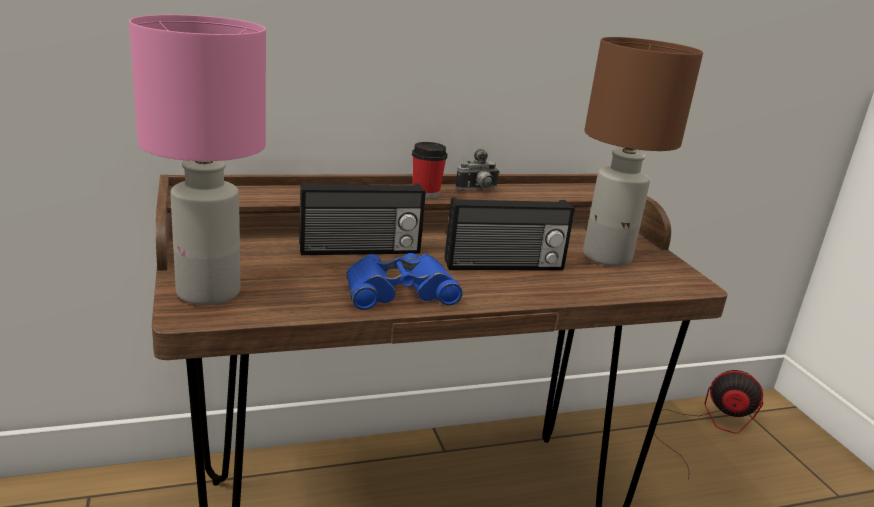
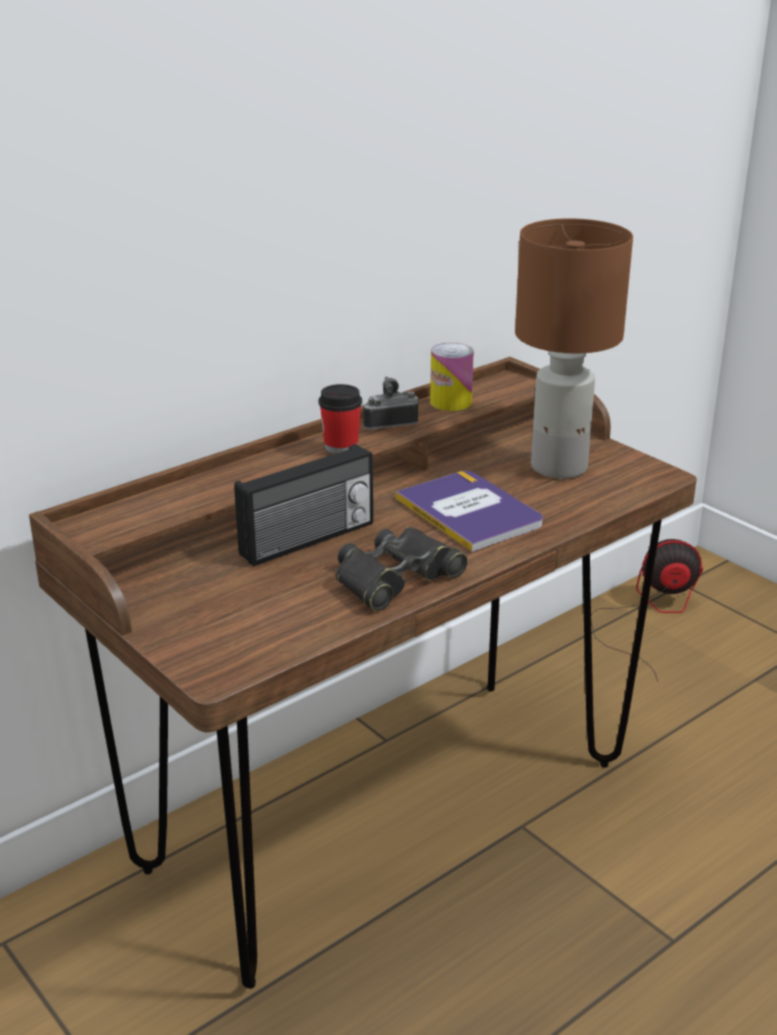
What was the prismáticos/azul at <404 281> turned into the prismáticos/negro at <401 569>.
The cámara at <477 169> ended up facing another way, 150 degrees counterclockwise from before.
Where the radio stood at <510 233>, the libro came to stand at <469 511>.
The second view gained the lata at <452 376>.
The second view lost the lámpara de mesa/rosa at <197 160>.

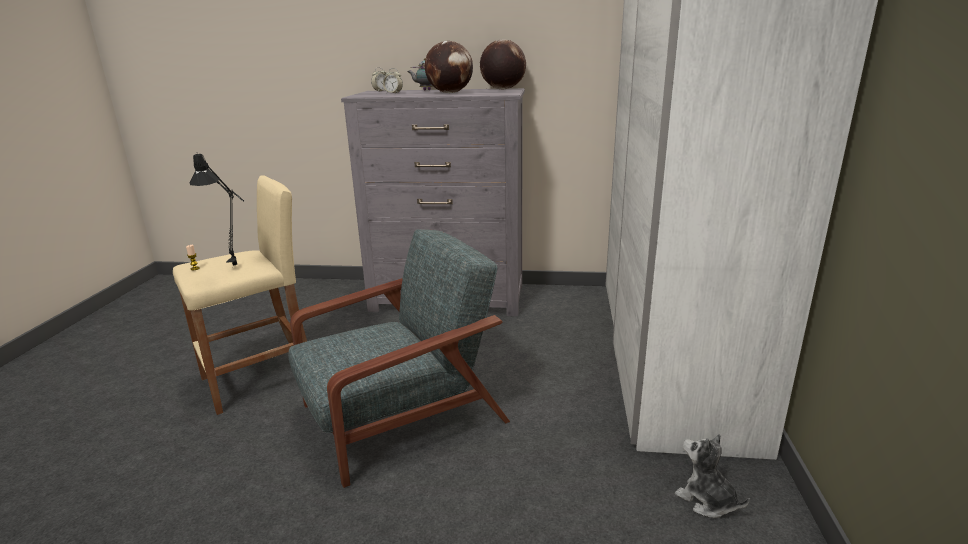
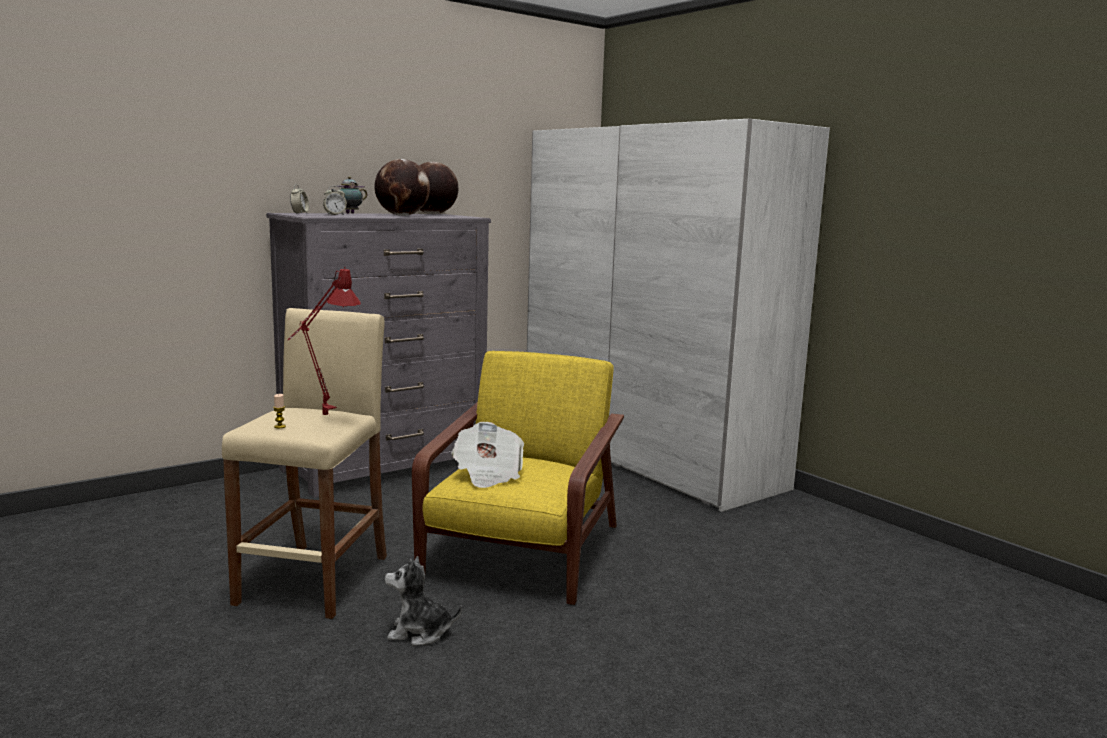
What was the lámpara de mesa/negro at <216 209> turned into the lámpara de mesa/rojo at <324 341>.
The peluche ended up elsewhere, having gone from <712 476> to <423 601>.
What was the sillón/gris at <399 358> turned into the sillón/amarillo at <518 478>.
The second view gained the periódico at <488 455>.

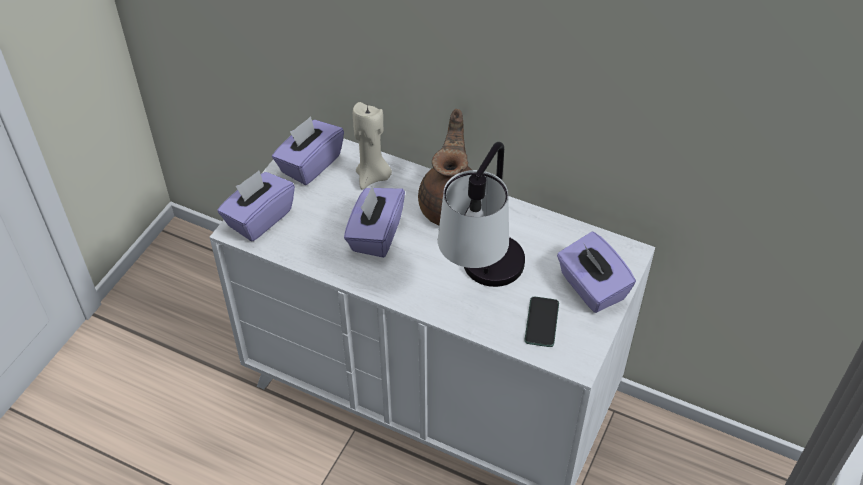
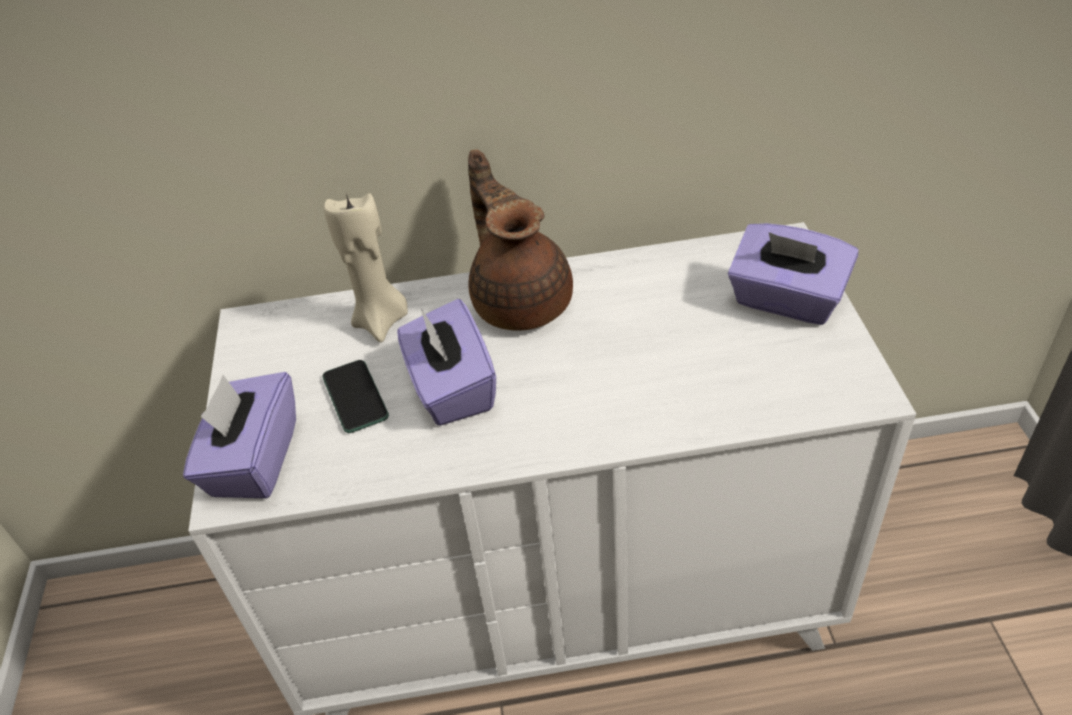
The móvil ended up elsewhere, having gone from <541 322> to <355 396>.
The second view lost the caja de pañuelos/morado at <308 150>.
The second view lost the lámpara de mesa at <481 214>.

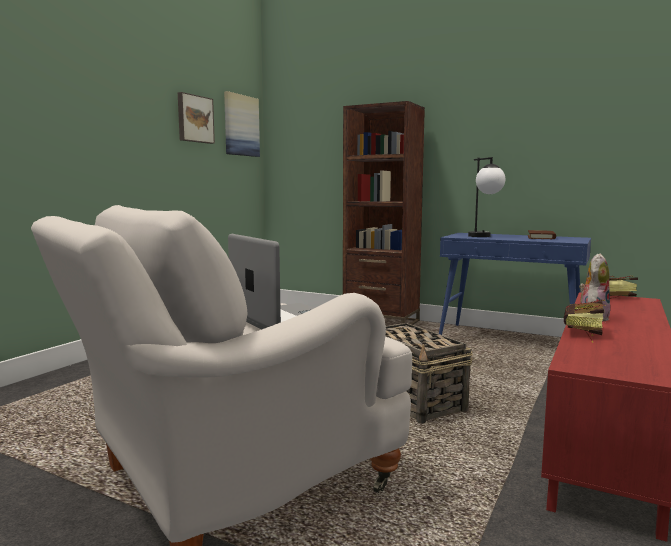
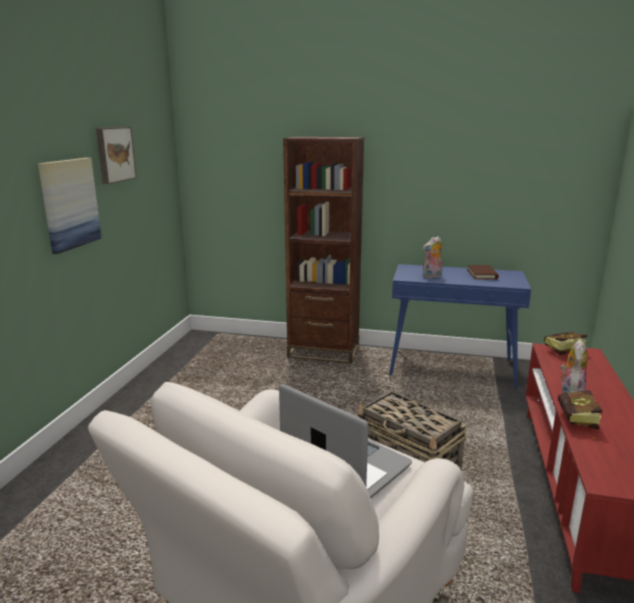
The cuadro ended up elsewhere, having gone from <242 124> to <70 206>.
Where the lámpara de mesa stood at <486 197>, the peluche came to stand at <432 257>.

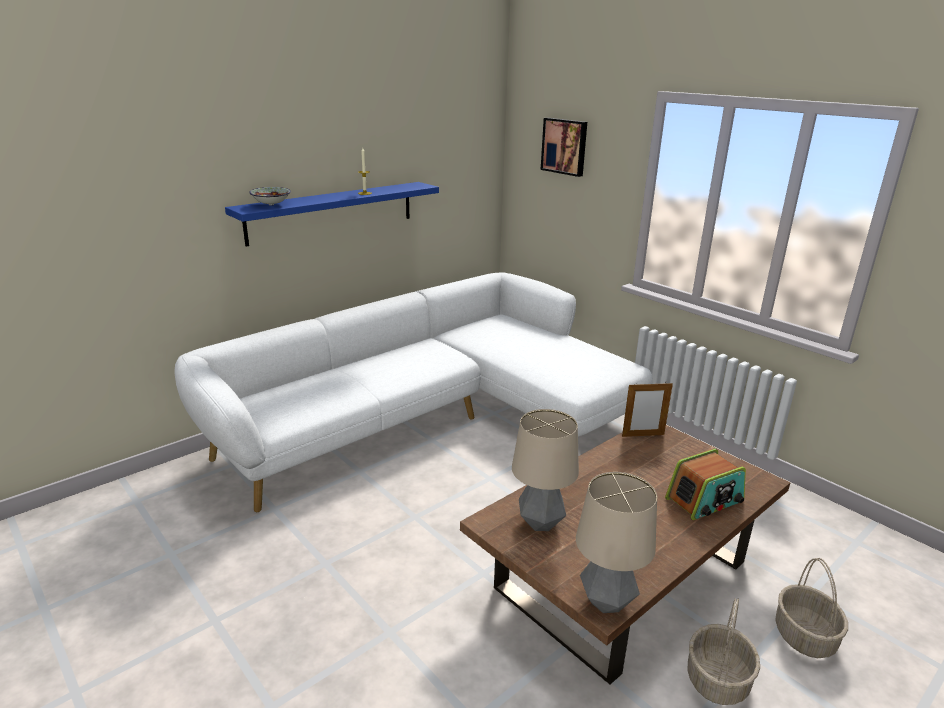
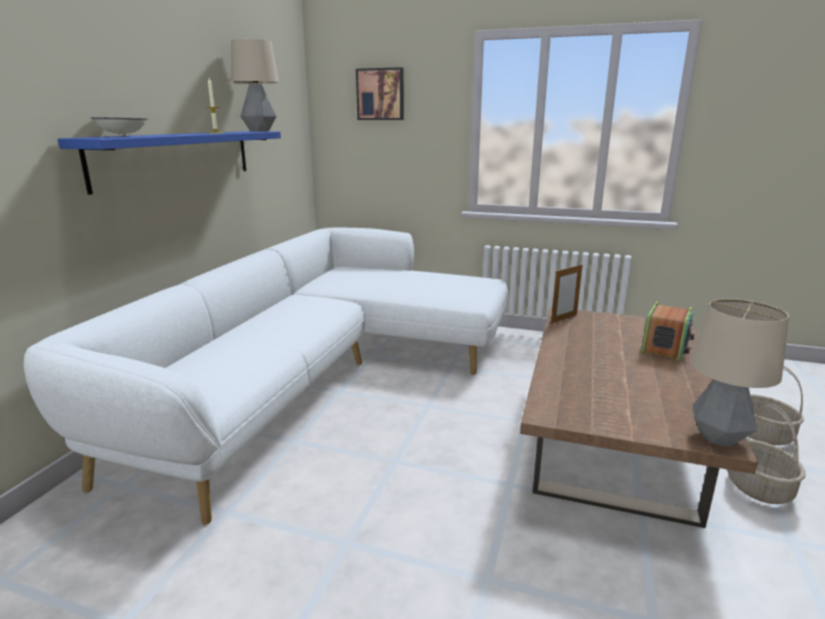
The lámpara de mesa ended up elsewhere, having gone from <545 470> to <255 85>.

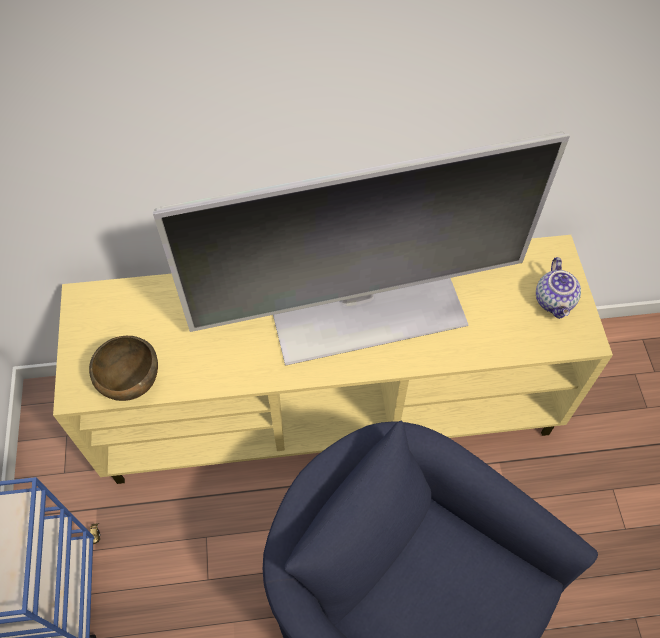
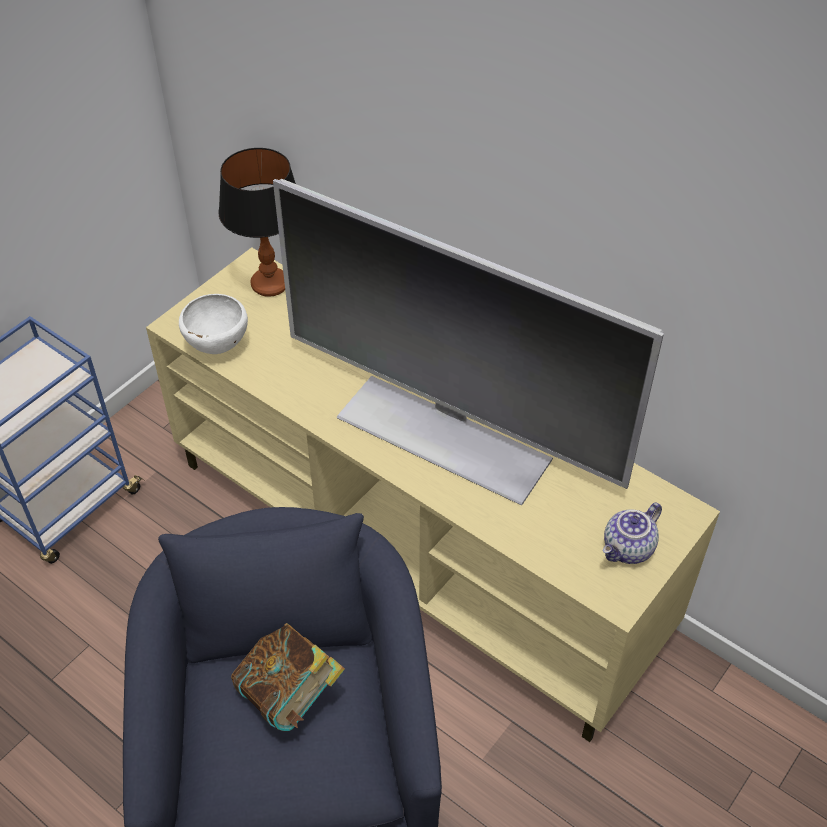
What was the cuenco/marrón at <123 368> turned into the cuenco/blanco at <213 324>.
The second view gained the lámpara de mesa at <257 222>.
The second view gained the libro at <288 677>.

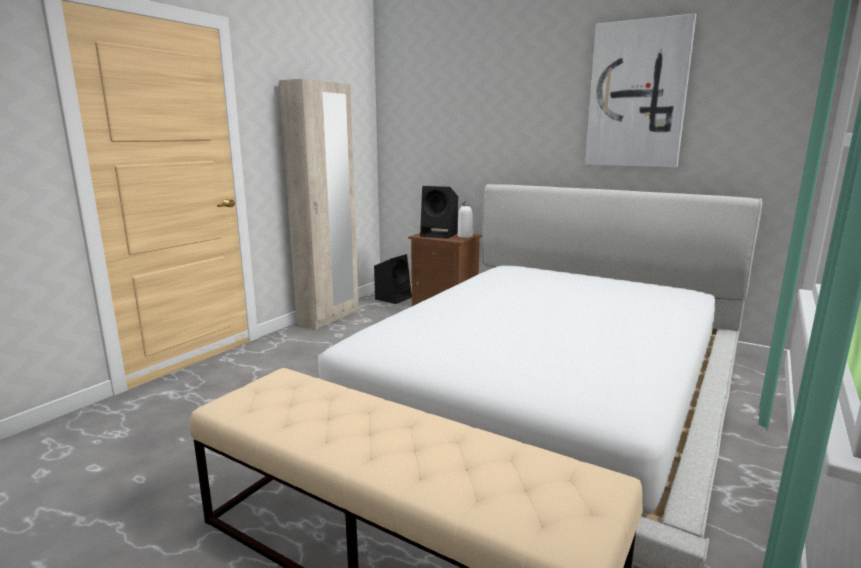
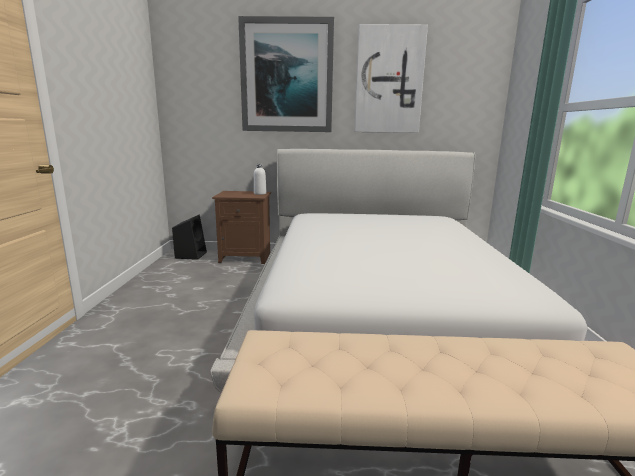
The second view gained the cuadro at <286 74>.
The second view lost the armario ropero/beis at <319 204>.
The second view lost the altavoz/negro at <439 212>.

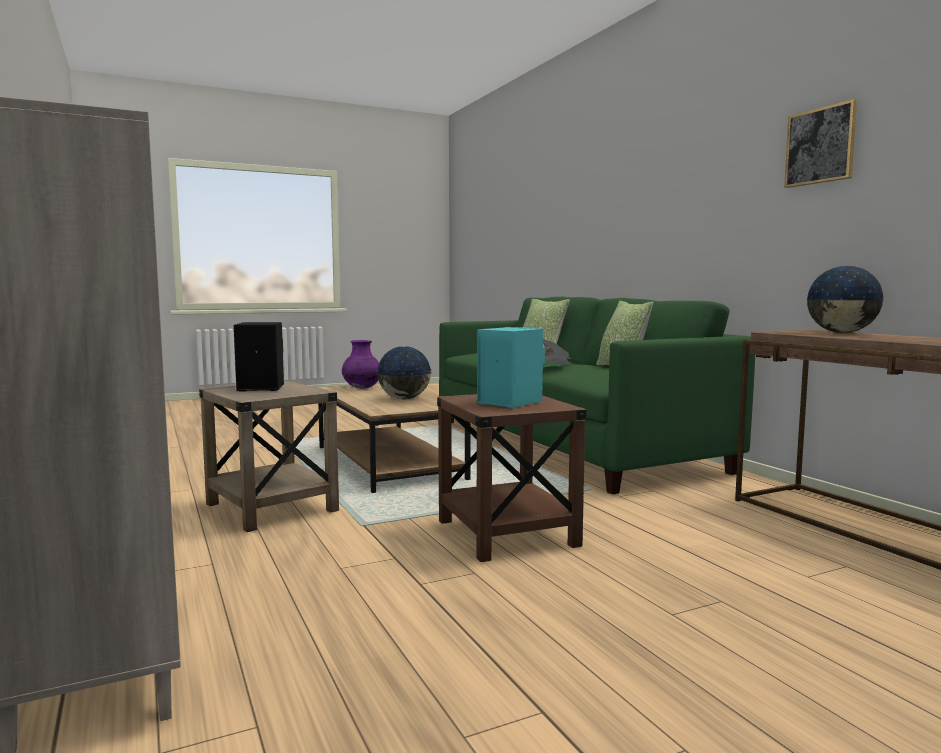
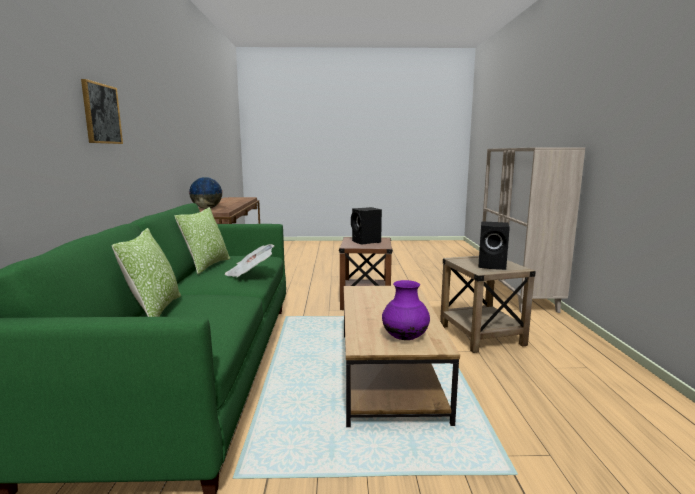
The cuadro ended up elsewhere, having gone from <820 143> to <102 111>.
What was the altavoz/turquesa at <511 367> turned into the altavoz/negro at <366 226>.
The second view lost the globo terráqueo at <404 372>.

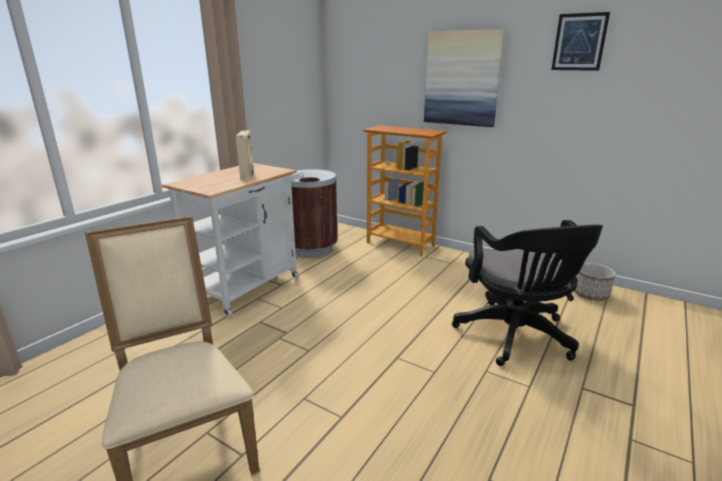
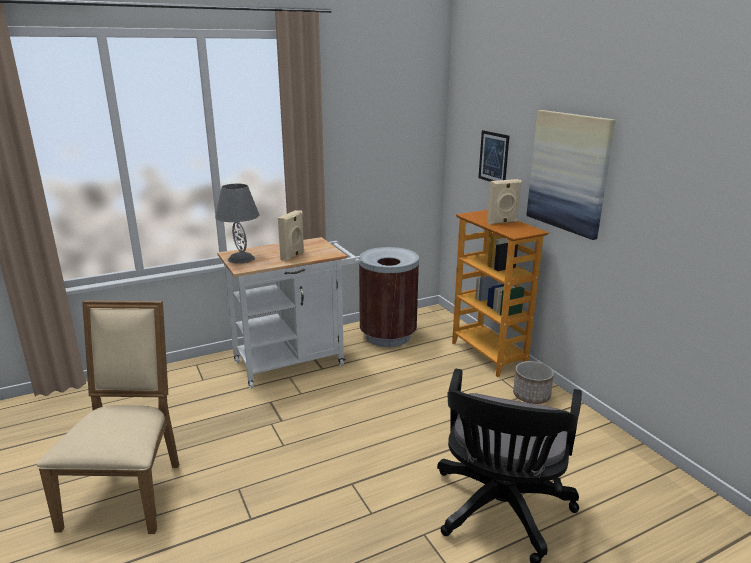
The second view gained the lámpara de mesa/gris at <237 224>.
The cuadro ended up elsewhere, having gone from <580 41> to <493 156>.
The second view gained the altavoz/beis at <504 202>.
The maceta ended up elsewhere, having gone from <595 282> to <533 382>.

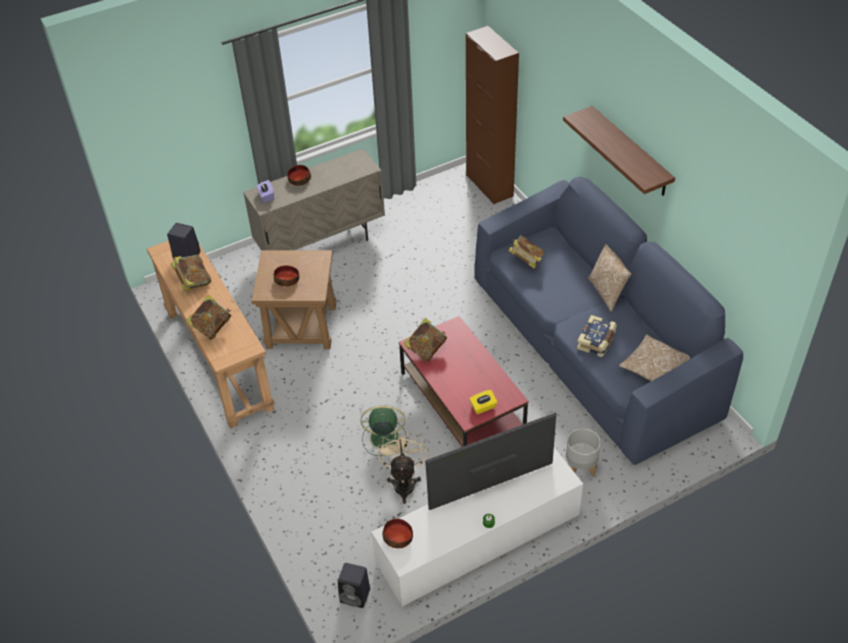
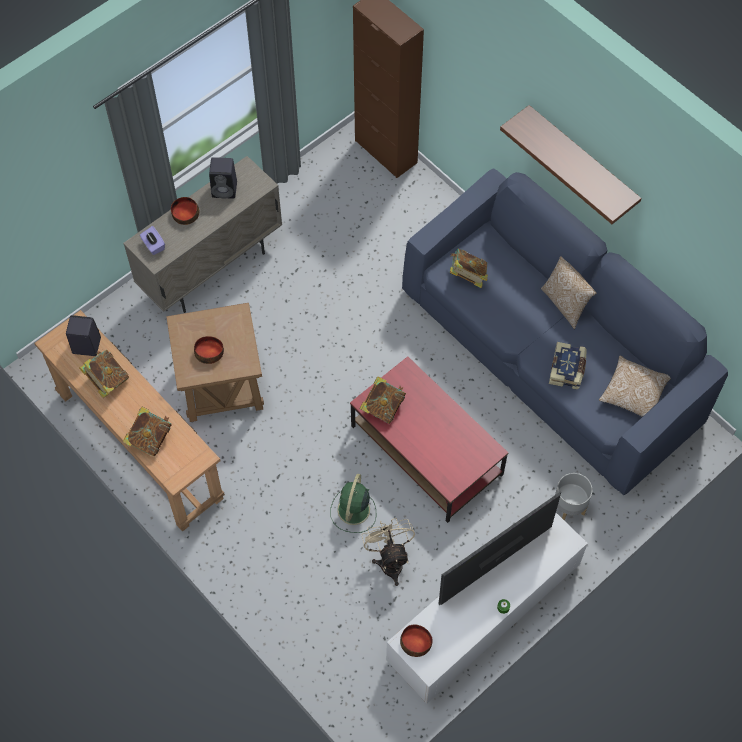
The altavoz/negro ended up elsewhere, having gone from <354 585> to <223 178>.
The ventilador/verde at <384 430> ended up facing another way, 60 degrees counterclockwise from before.
The second view lost the caja de pañuelos/amarillo at <483 402>.

